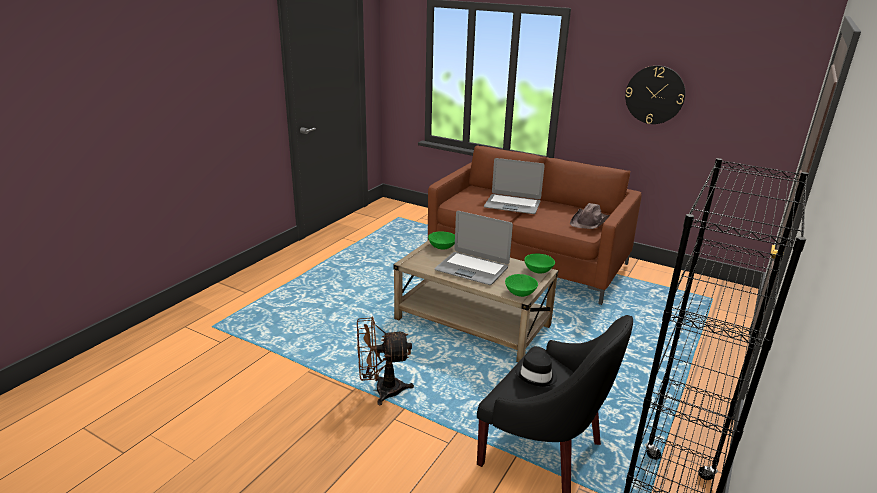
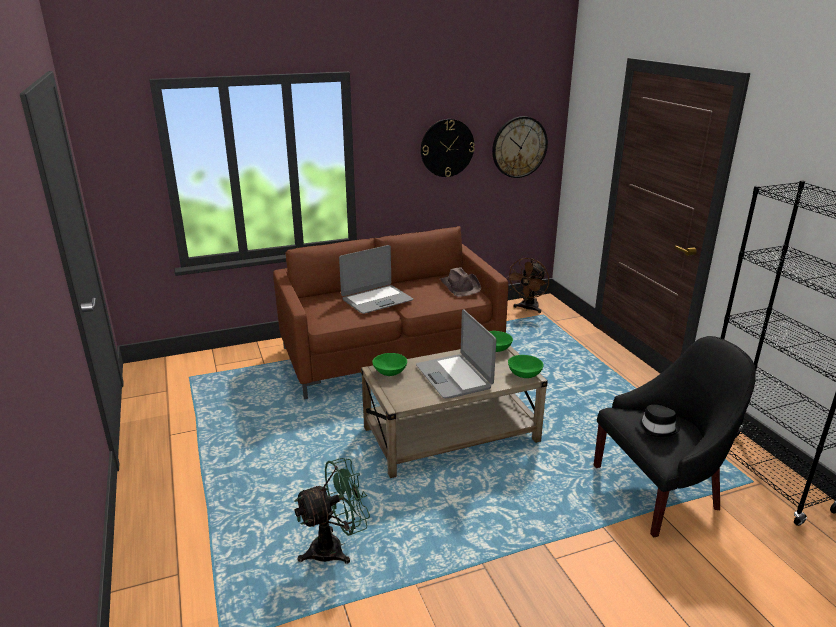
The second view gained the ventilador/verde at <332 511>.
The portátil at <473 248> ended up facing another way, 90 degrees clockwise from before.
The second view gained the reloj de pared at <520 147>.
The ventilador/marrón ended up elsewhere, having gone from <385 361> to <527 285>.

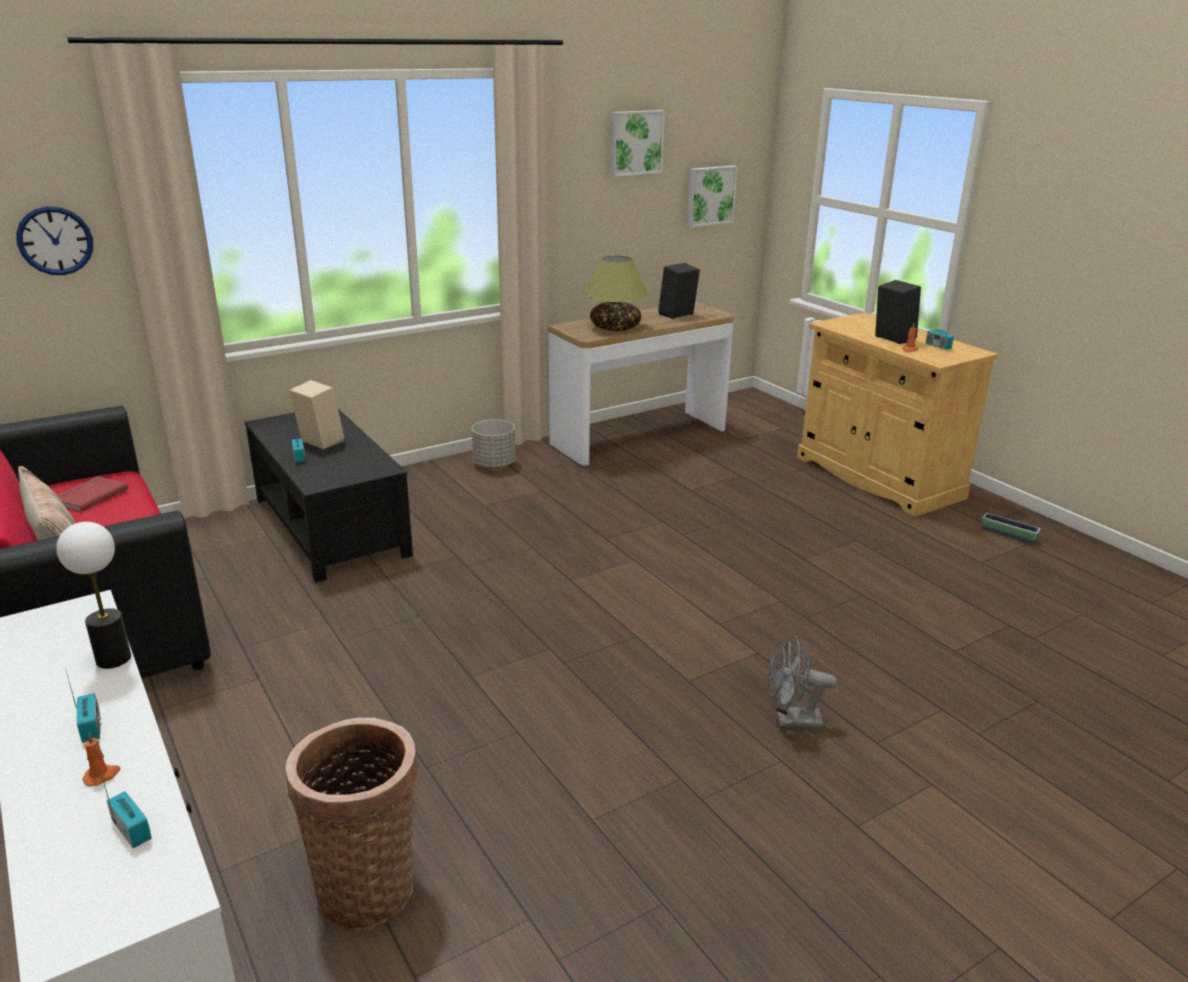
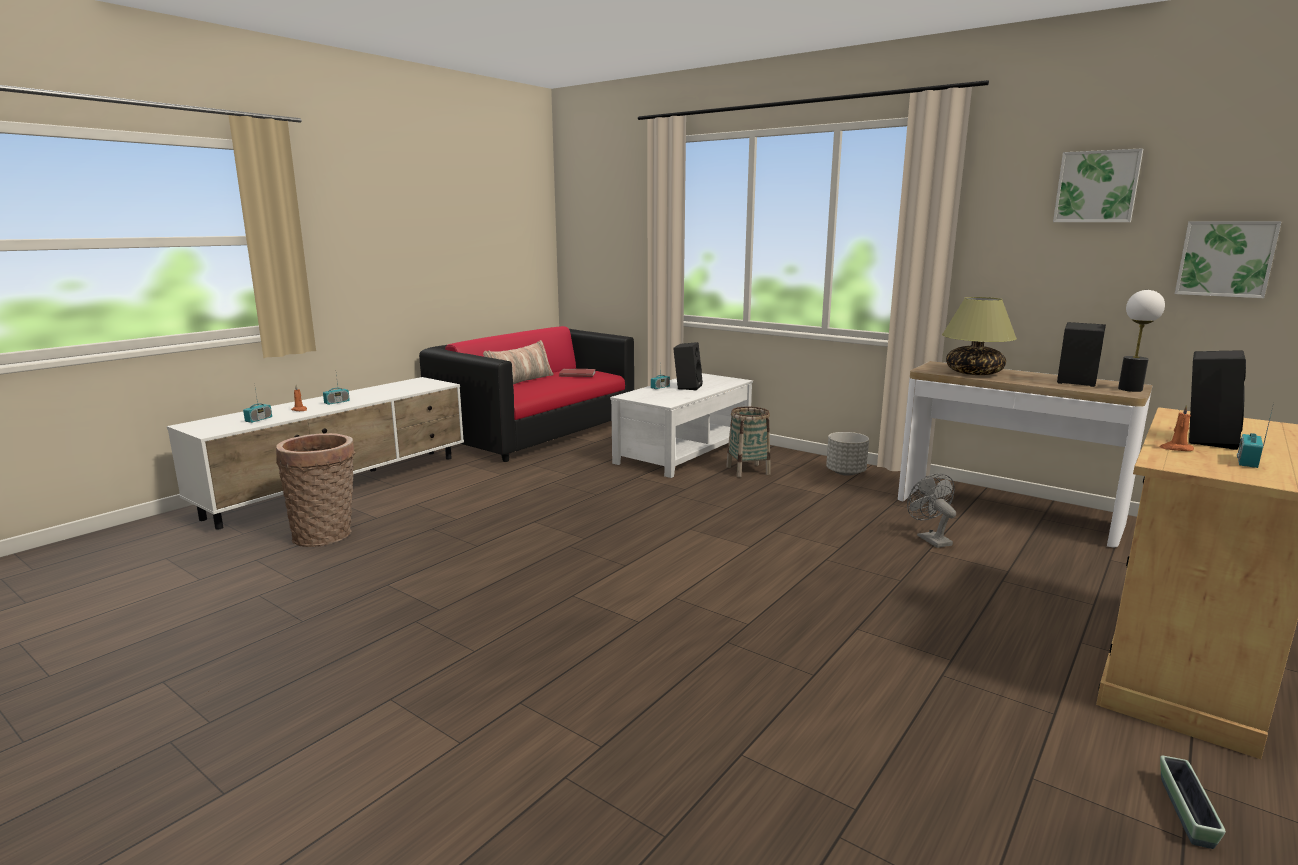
What was the mesa de centro/negro at <329 496> turned into the mesa de centro/blanco at <681 425>.
What was the altavoz/beis at <316 415> turned into the altavoz/negro at <688 366>.
The second view gained the cesta at <748 442>.
The ventilador/gris ended up elsewhere, having gone from <802 683> to <931 510>.
The lámpara de mesa ended up elsewhere, having gone from <93 595> to <1141 341>.
The second view lost the reloj de pared at <54 240>.

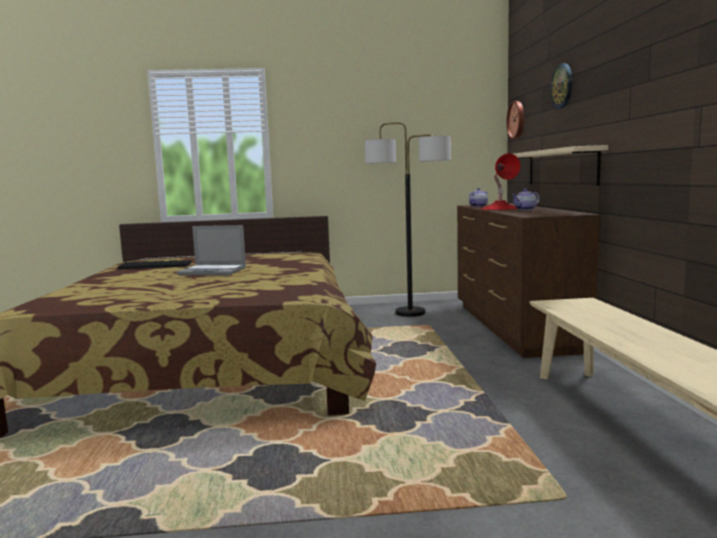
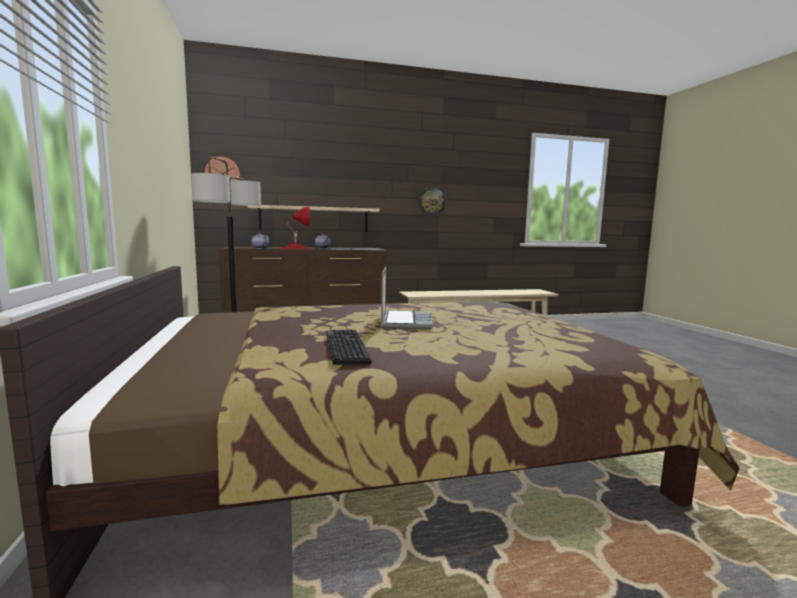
The reloj de pared ended up elsewhere, having gone from <561 86> to <431 201>.

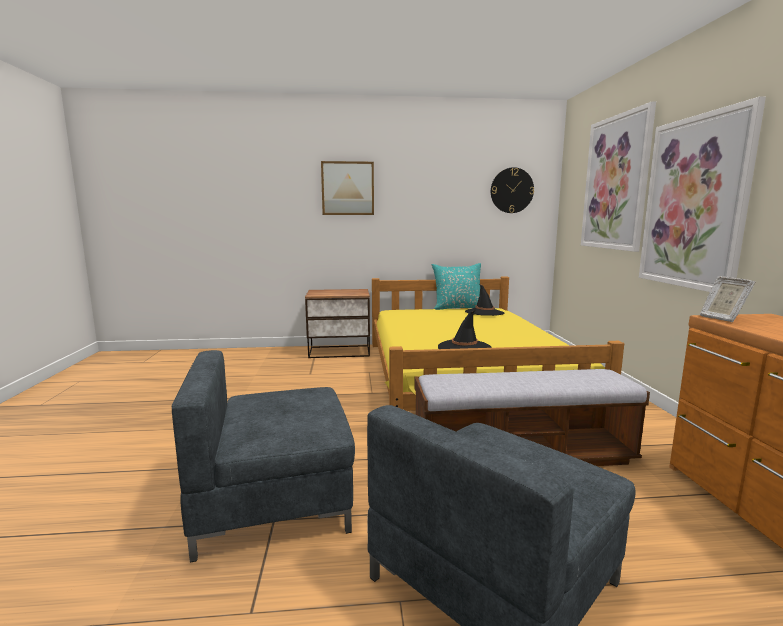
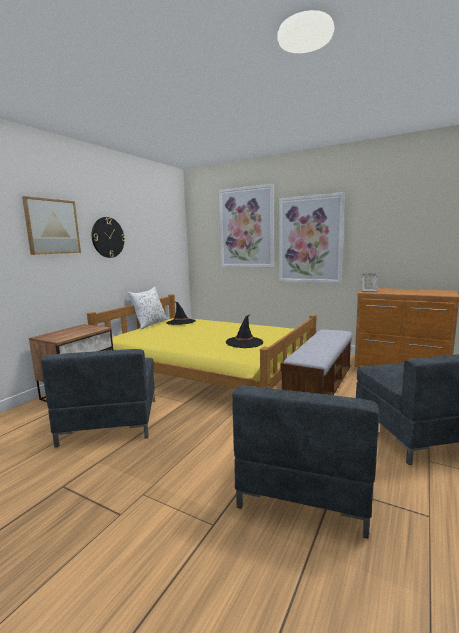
The second view gained the sillón/gris at <98 398>.
The reloj de pared ended up elsewhere, having gone from <512 190> to <108 237>.
What was the cojín/turquesa at <456 286> turned into the cojín/blanco at <148 308>.

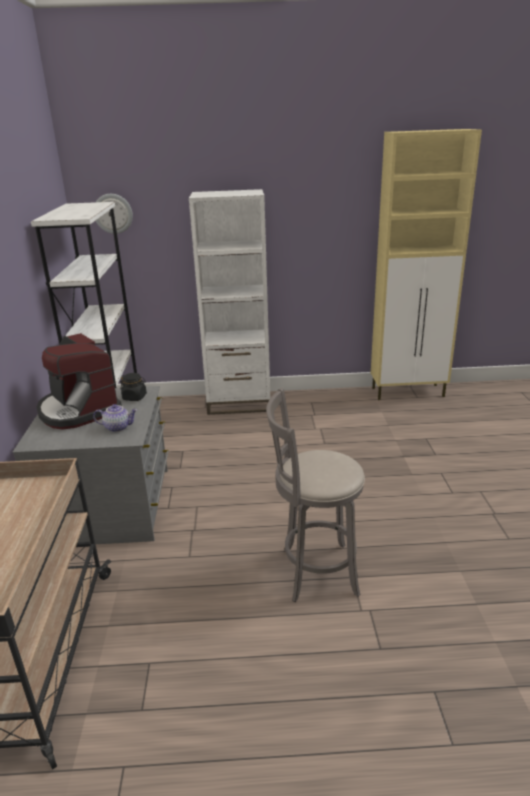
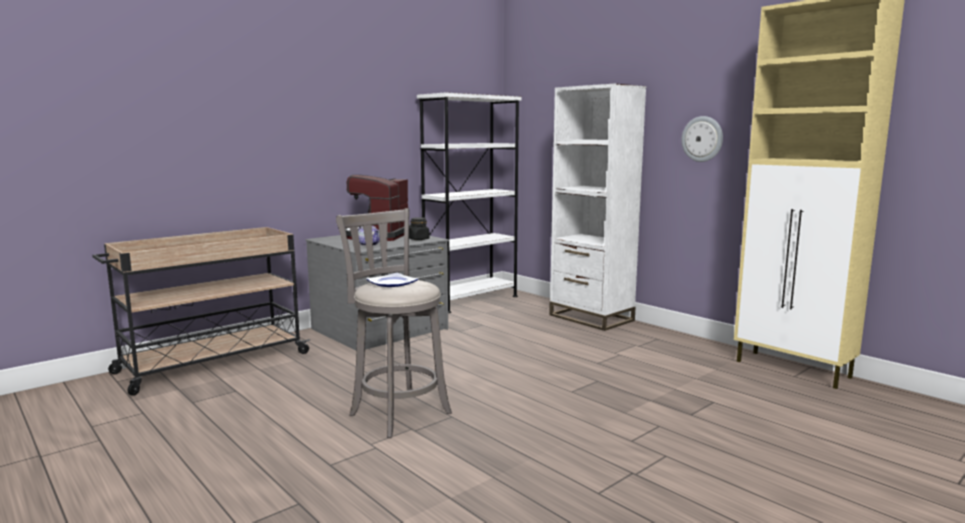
The second view gained the plato at <392 280>.
The reloj de pared ended up elsewhere, having gone from <114 214> to <702 139>.

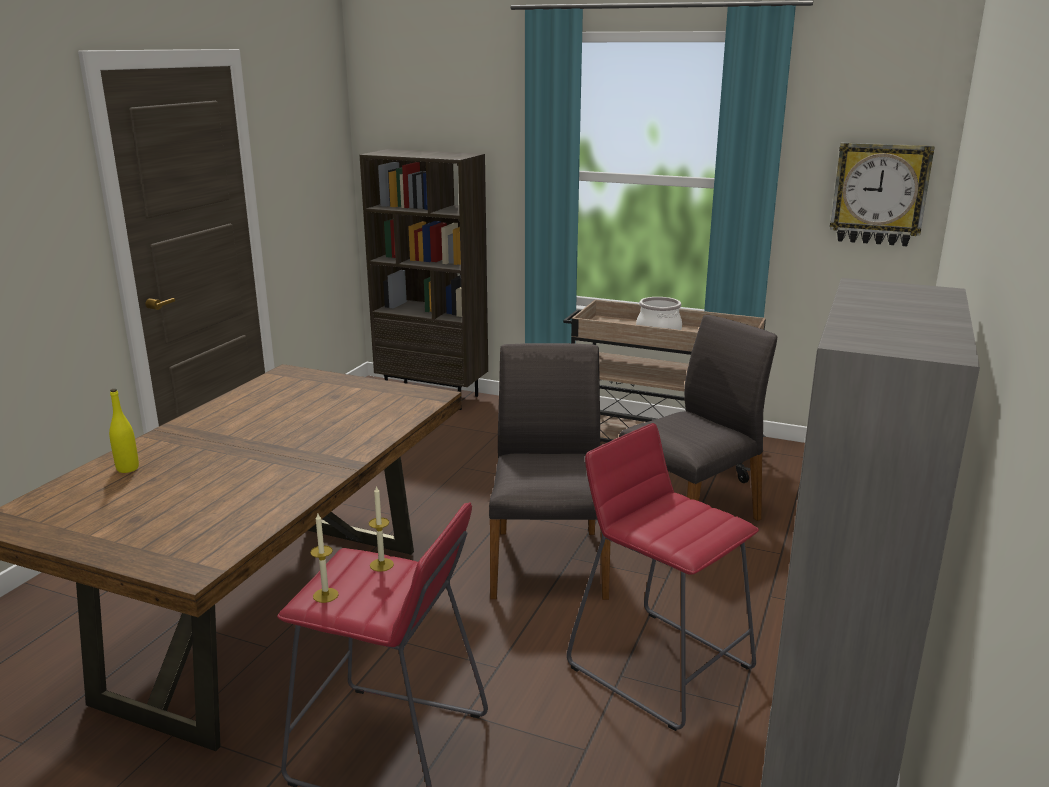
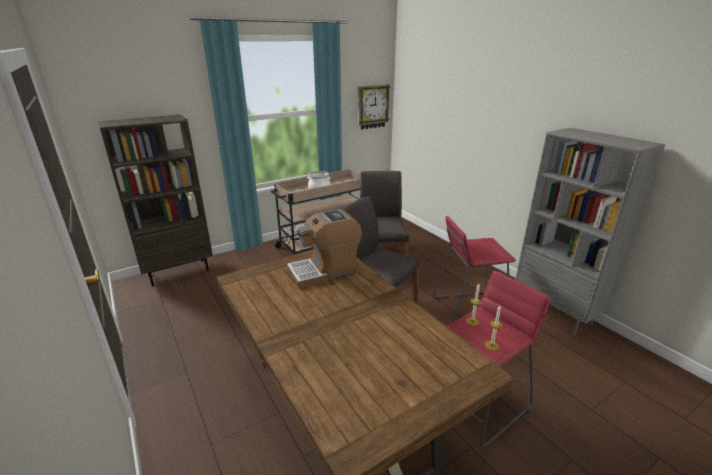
The second view gained the cafetera at <324 248>.
The second view lost the botella/amarillo at <124 431>.

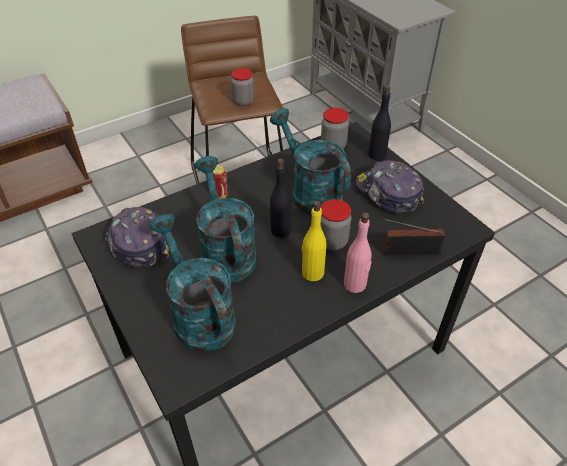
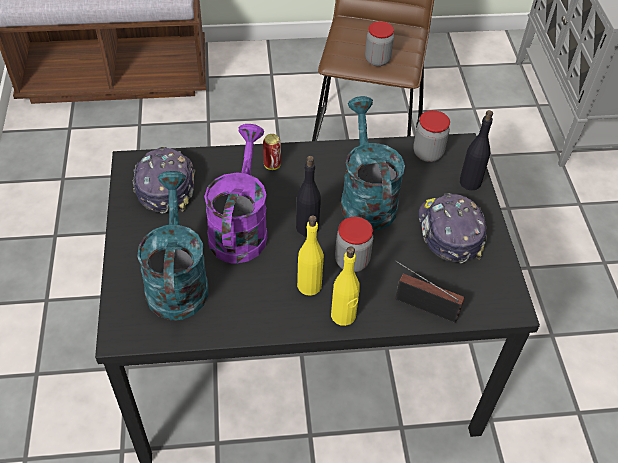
What was the regadera/turquesa at <225 219> turned into the regadera/morado at <235 194>.
What was the botella/rosa at <358 252> turned into the botella/amarillo at <345 286>.

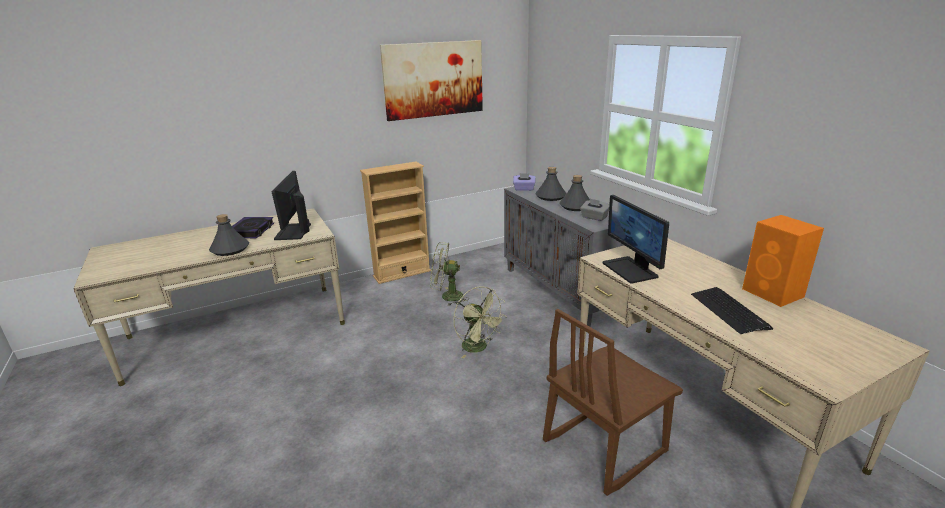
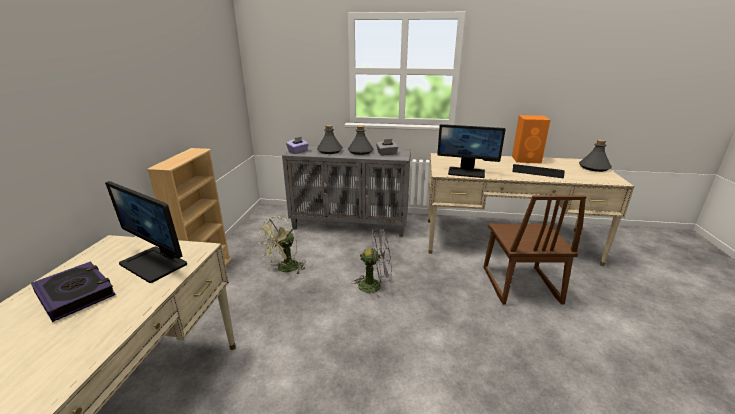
What was the ventilador/verde at <479 322> turned into the ventilador/gris at <371 264>.
The botella/gris ended up elsewhere, having gone from <229 235> to <595 156>.
The second view lost the cuadro at <431 80>.

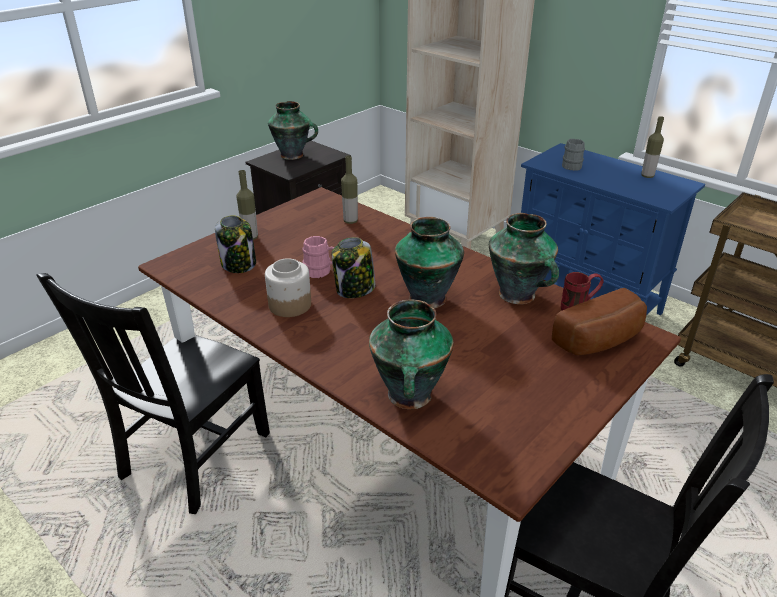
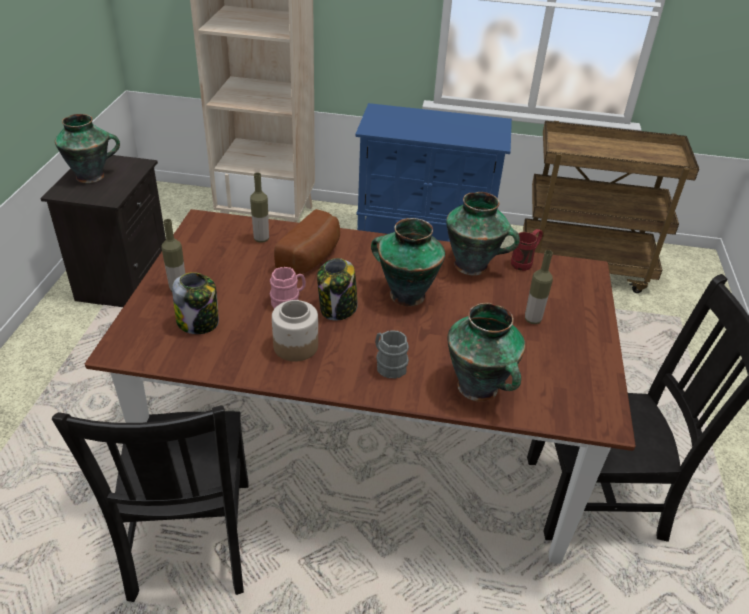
The pan ended up elsewhere, having gone from <599 322> to <307 241>.
The taza grande/gris ended up elsewhere, having gone from <573 155> to <392 354>.
The botella ended up elsewhere, having gone from <652 147> to <539 287>.

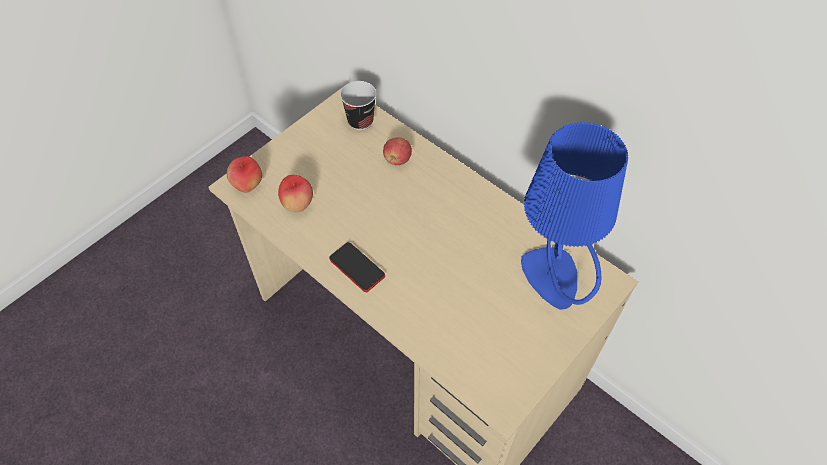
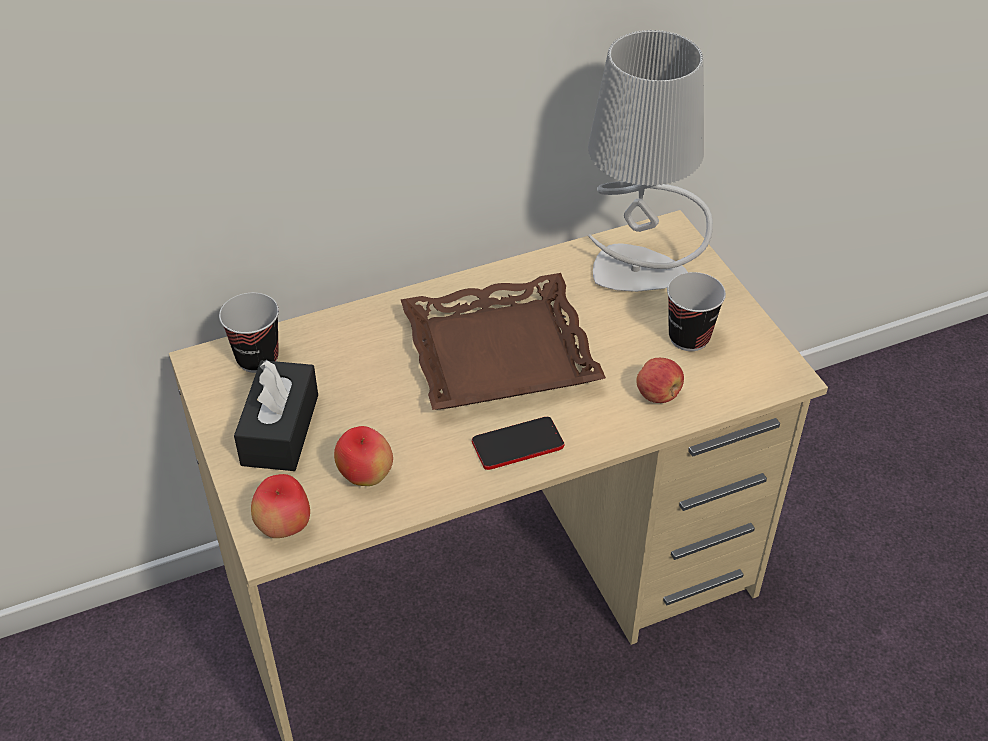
The second view gained the caja de pañuelos/negro at <276 415>.
The second view gained the bandeja/marrón at <503 341>.
What was the lámpara de mesa/azul at <574 216> turned into the lámpara de mesa/gris at <650 161>.
The manzana ended up elsewhere, having gone from <397 151> to <660 380>.
The second view gained the taza at <696 311>.

